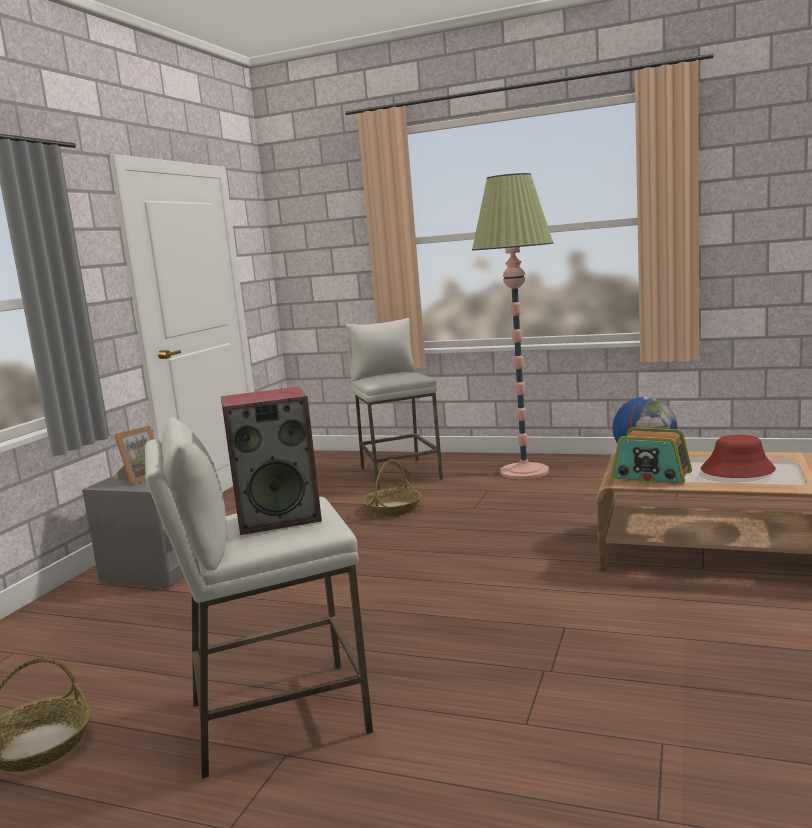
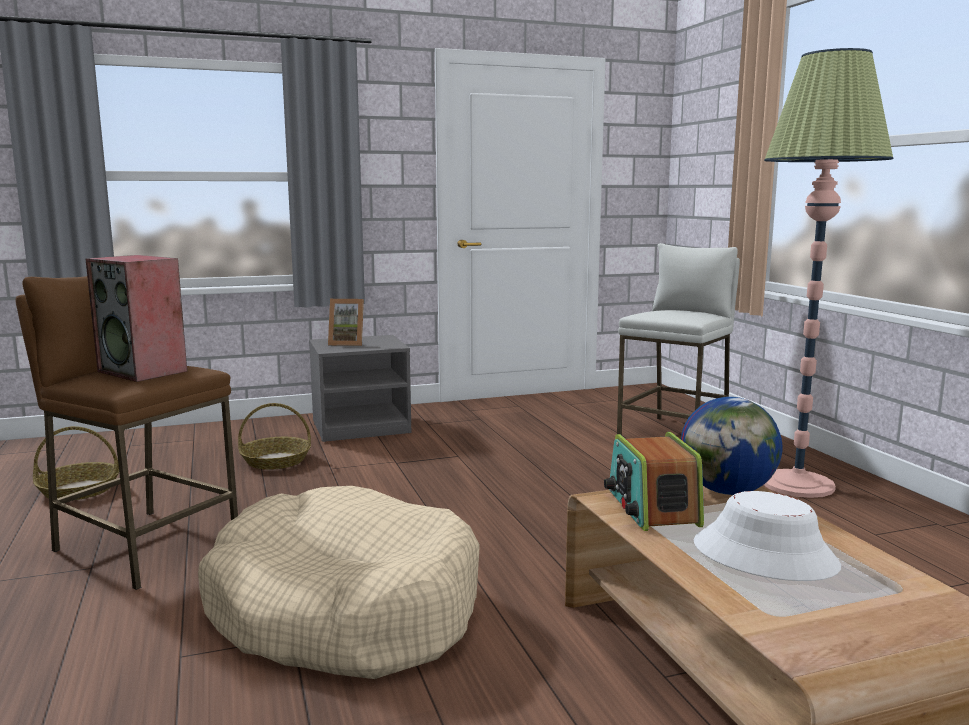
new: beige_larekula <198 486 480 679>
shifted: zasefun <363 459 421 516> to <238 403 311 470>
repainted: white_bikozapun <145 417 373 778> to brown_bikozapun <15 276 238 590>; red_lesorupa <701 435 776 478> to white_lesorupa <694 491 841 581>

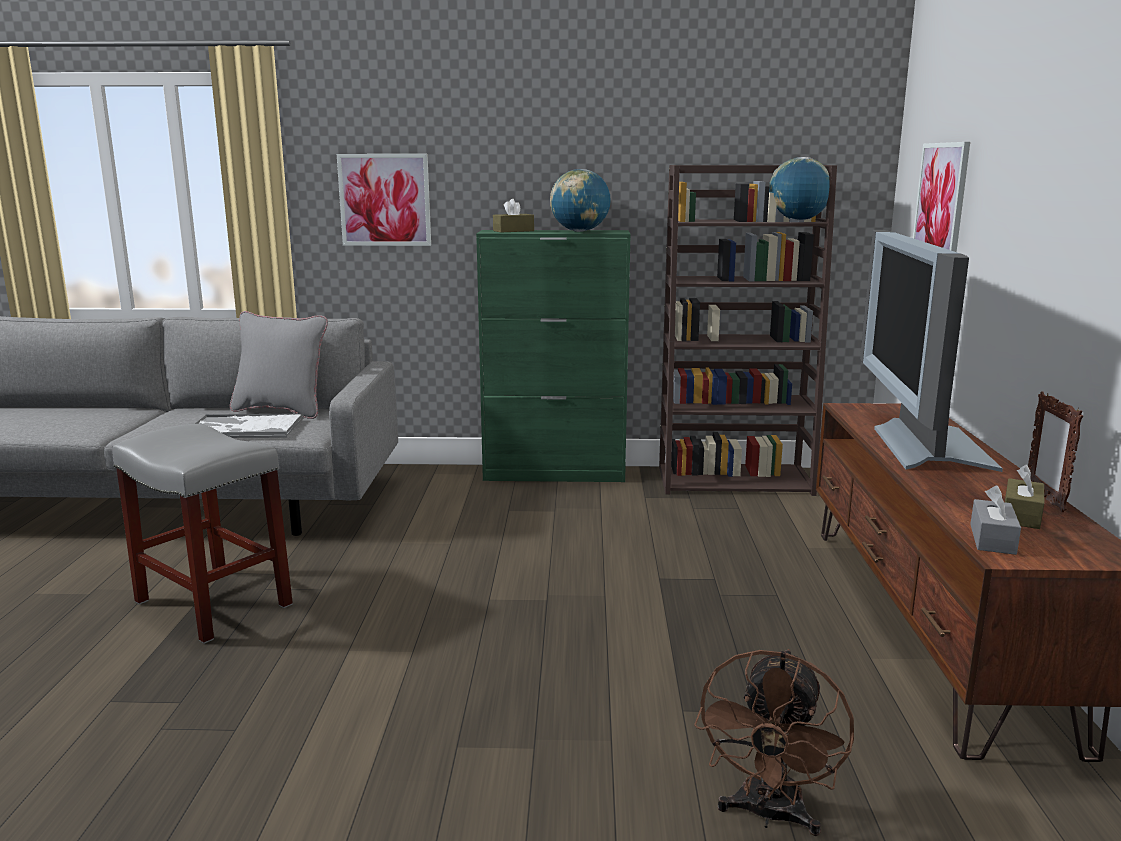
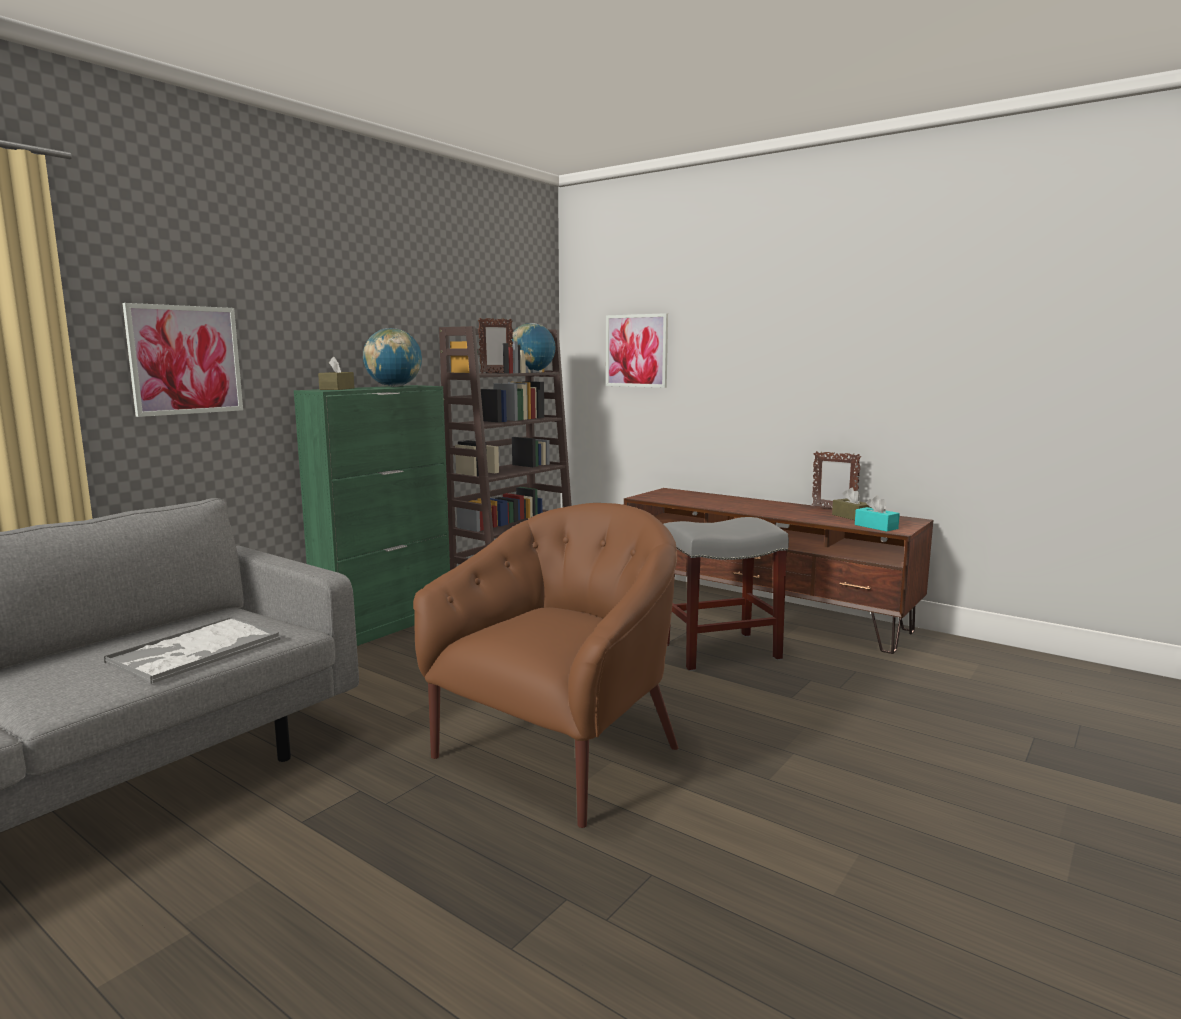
gone: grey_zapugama <230 311 328 419>; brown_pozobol <694 649 854 836>; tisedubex <860 230 1003 472>
new: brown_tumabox <413 503 679 828>; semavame <478 318 514 373>
shifted: grey_bikozapun <113 424 293 644> to <664 517 789 671>
repainted: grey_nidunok <970 485 1021 555> to turquoise_nidunok <855 496 900 532>

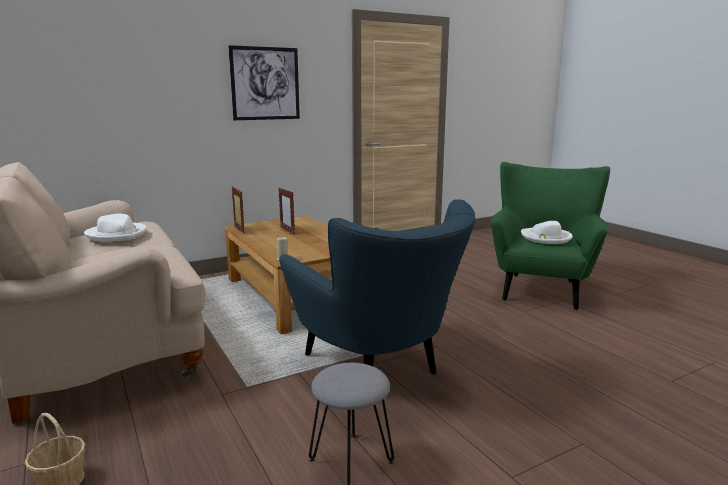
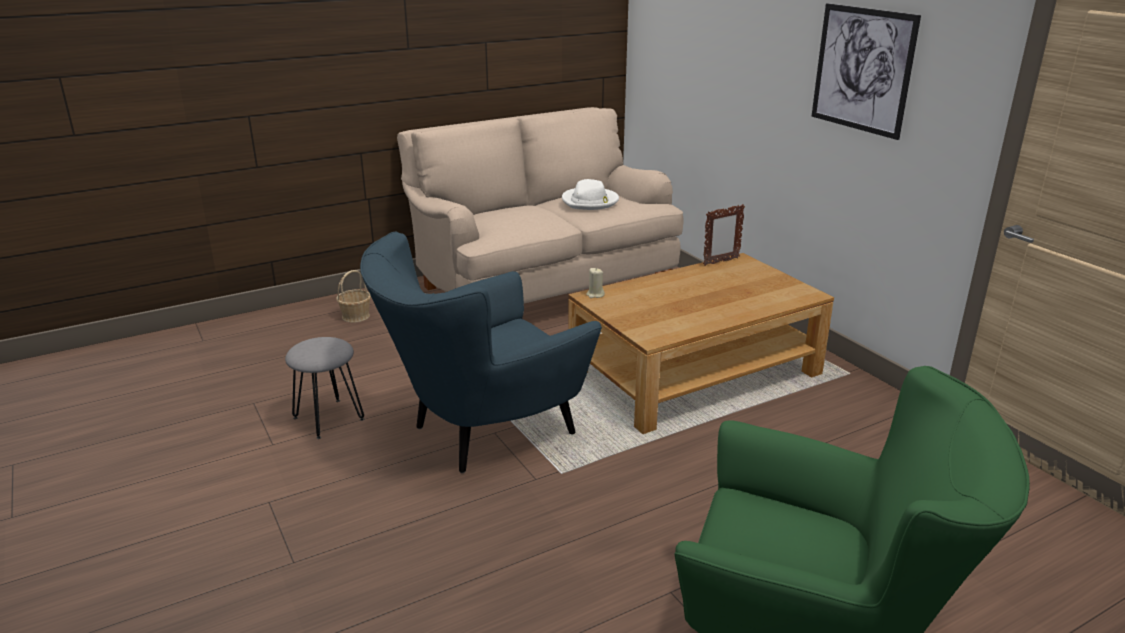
gone: semavame <278 188 295 235>; white_lesorupa <521 221 573 244>

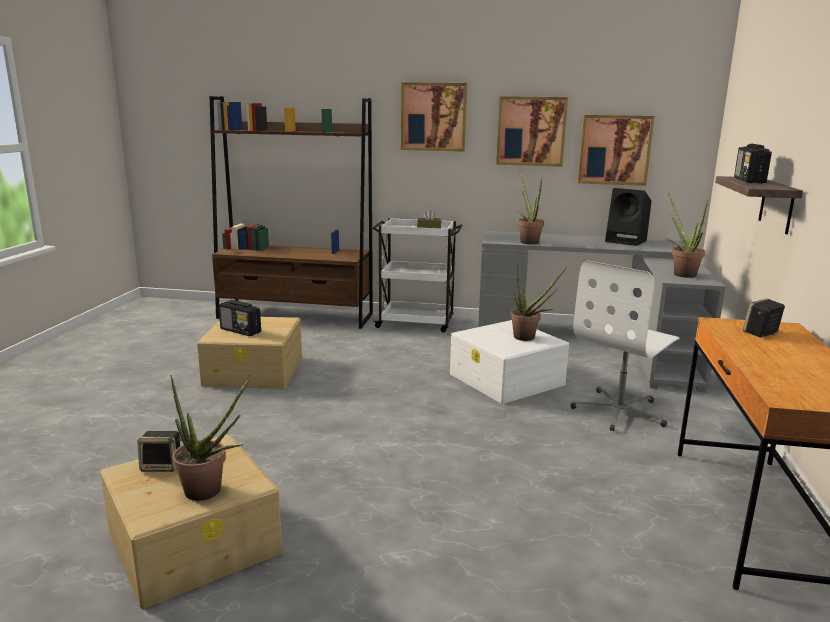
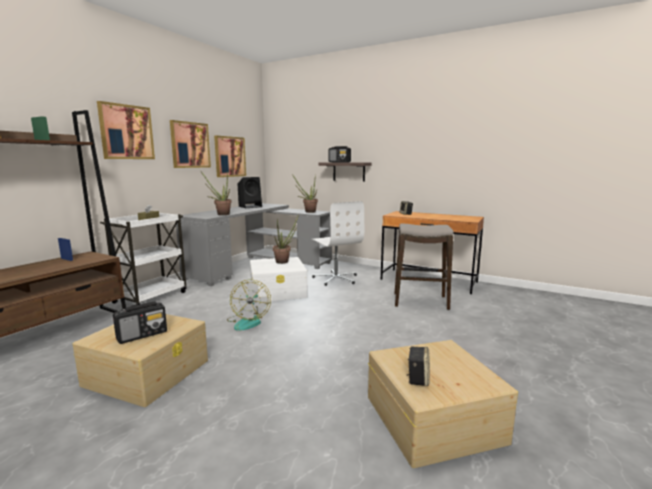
gone: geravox <170 375 249 501>
new: pozobol <227 280 271 331>; bikozapun <394 223 454 310>

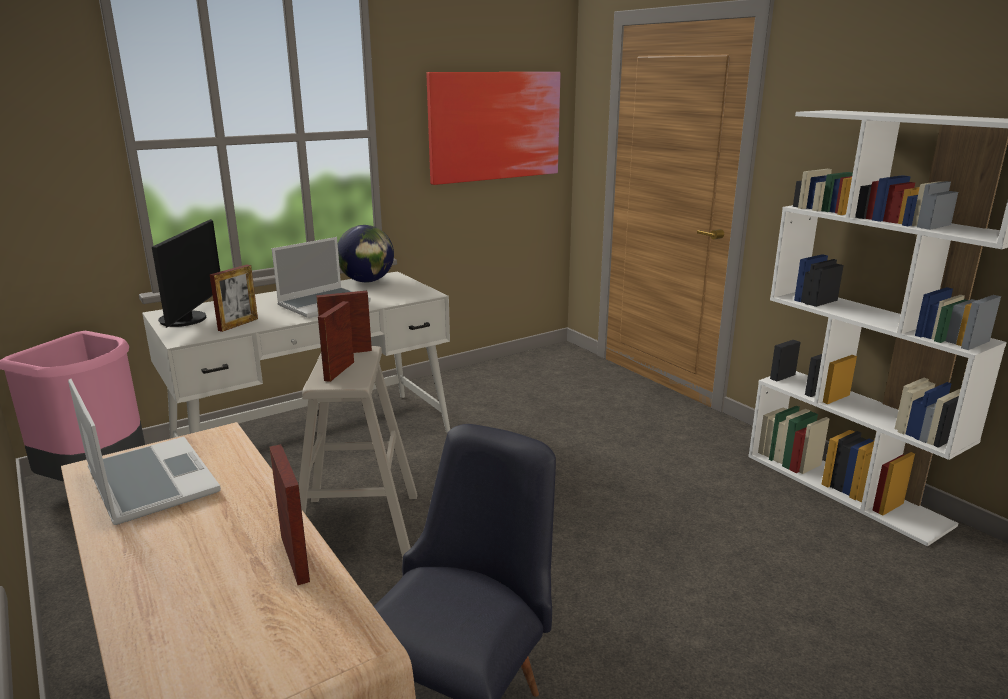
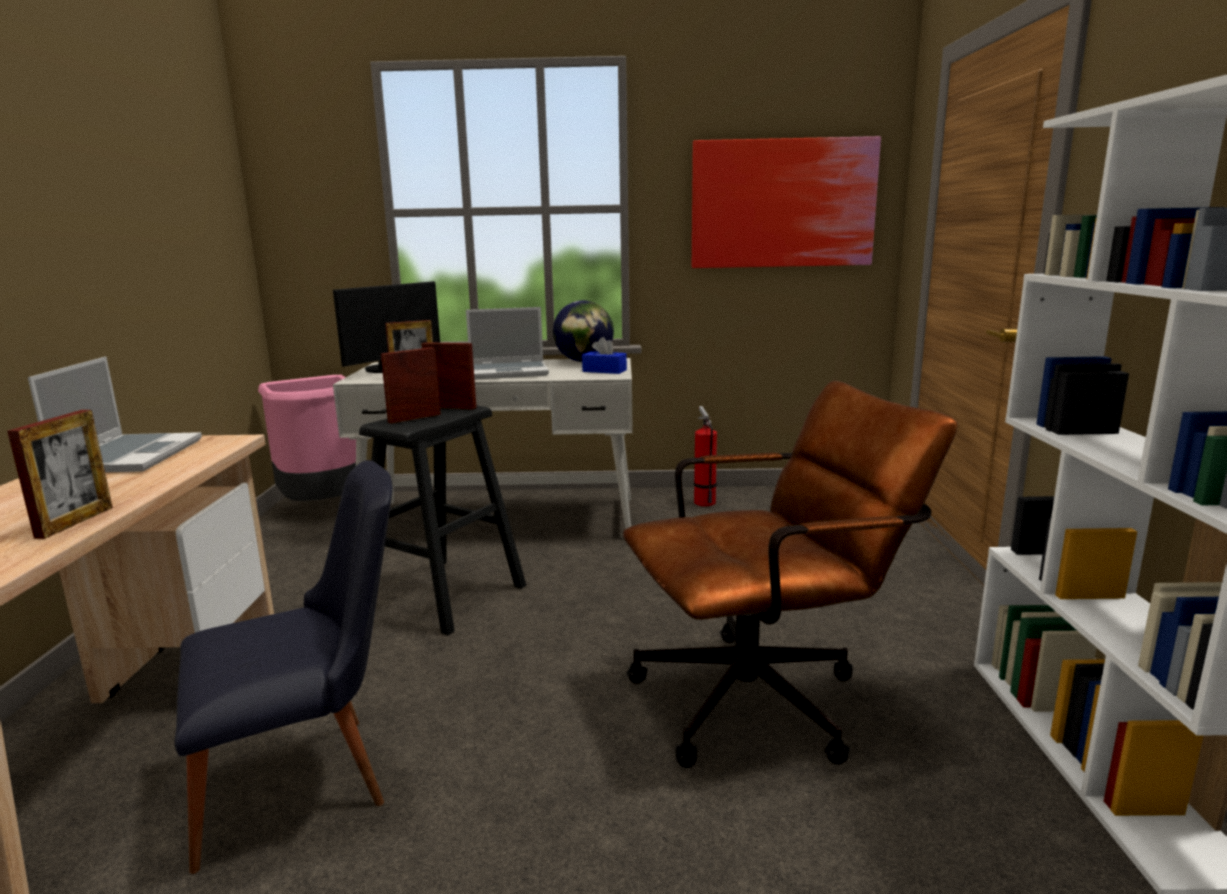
new: blue_nidunok <582 337 627 374>; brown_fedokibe <623 381 958 768>; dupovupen <694 406 717 506>
repainted: beige_bikozapun <299 346 417 557> to black_bikozapun <359 405 526 635>

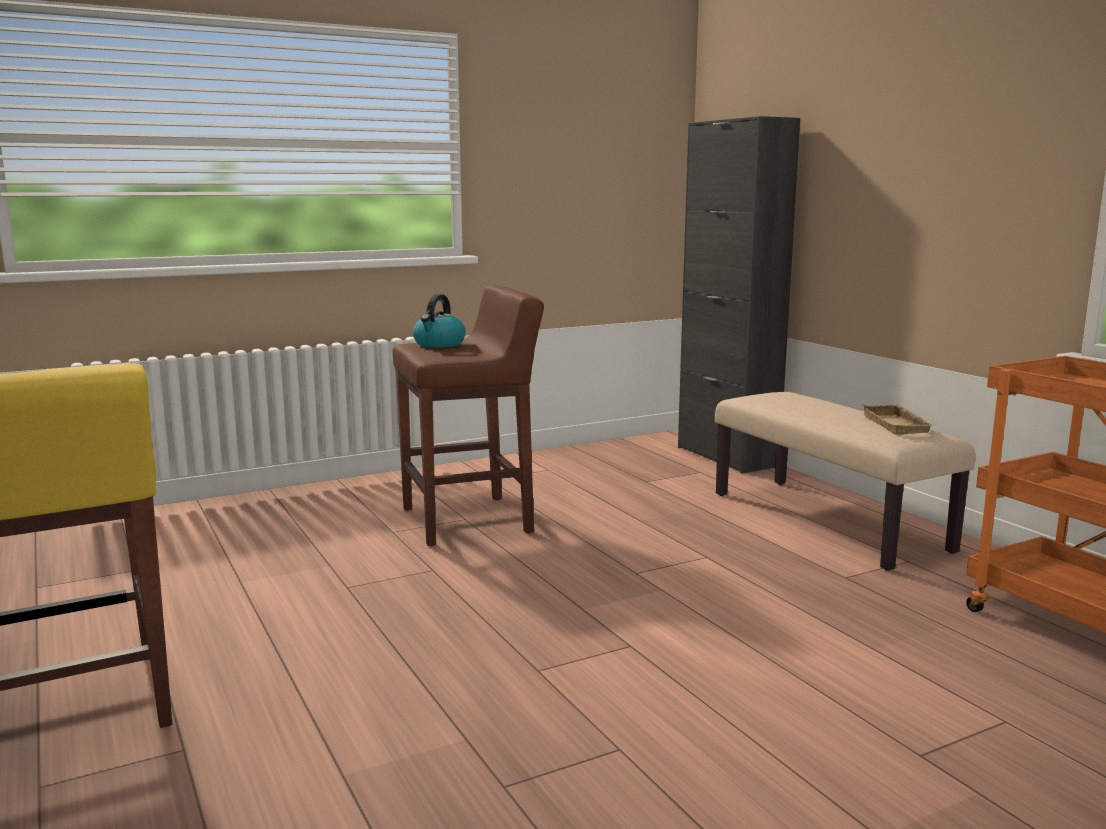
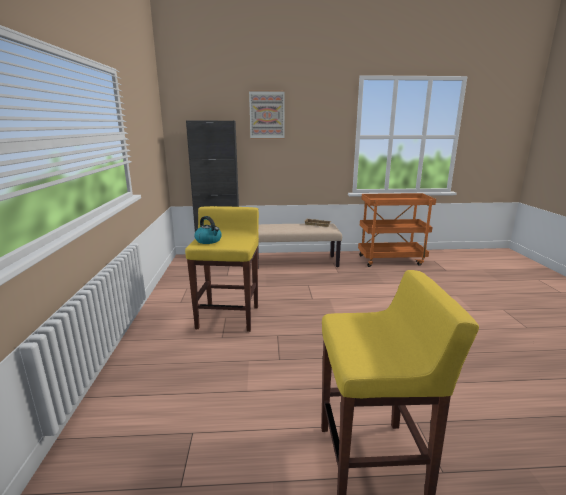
new: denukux <249 90 285 139>
repainted: brown_bikozapun <392 285 544 546> to yellow_bikozapun <185 206 259 332>

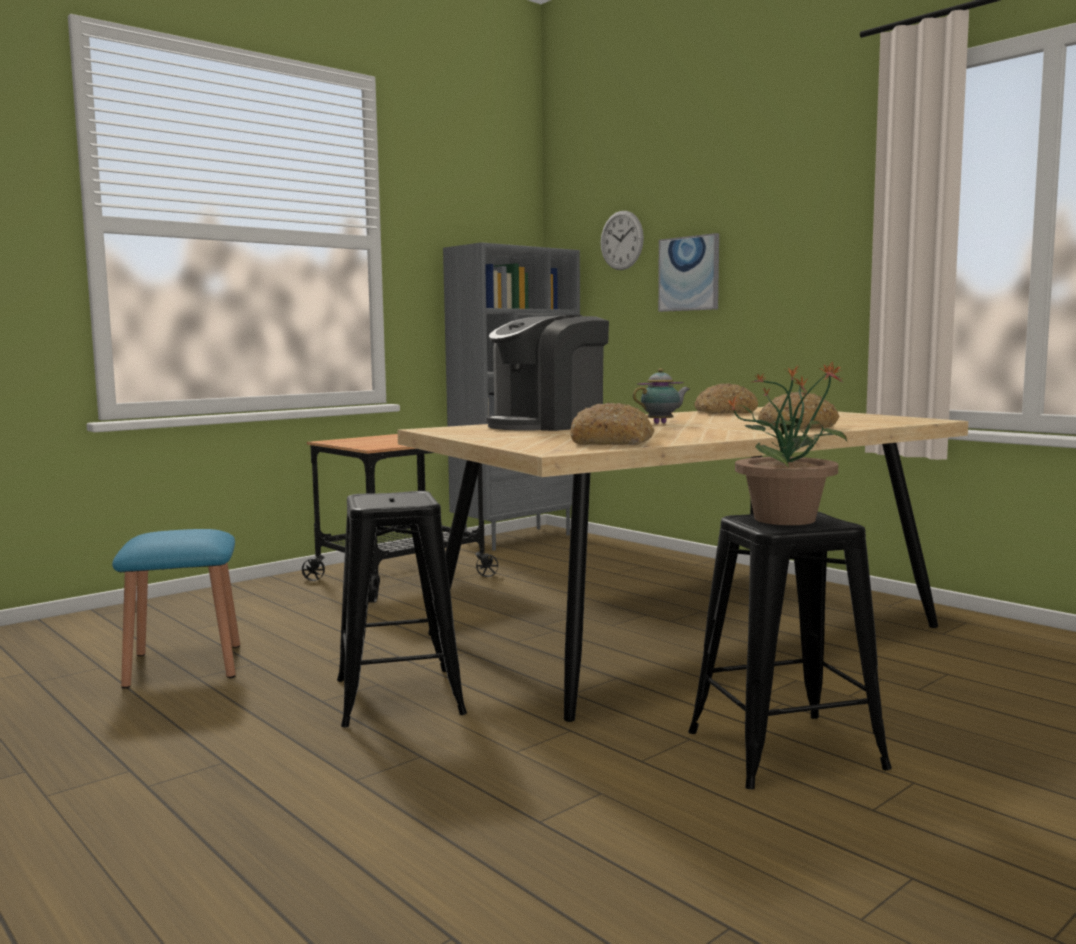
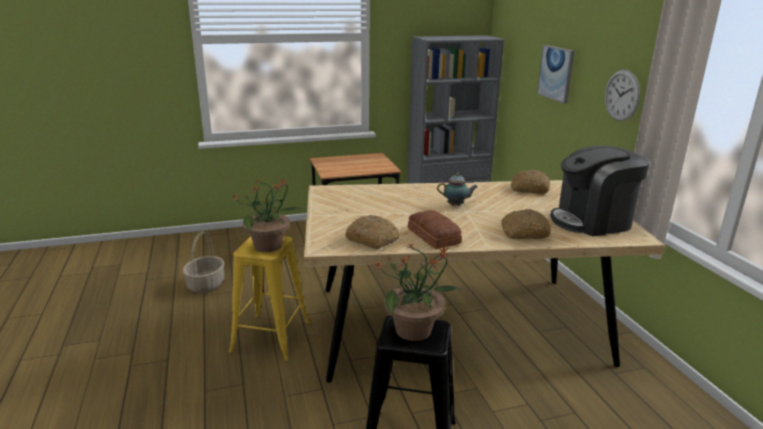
new: geravox <231 178 301 252>; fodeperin <408 210 462 249>
shifted: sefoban <486 315 609 431> to <550 146 649 236>; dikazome <601 211 644 270> to <605 70 640 121>
swapped: blue_bikozapun <112 529 240 689> to zasefun <183 231 224 293>
repainted: black_bikozapun <337 491 467 727> to yellow_bikozapun <229 236 310 361>

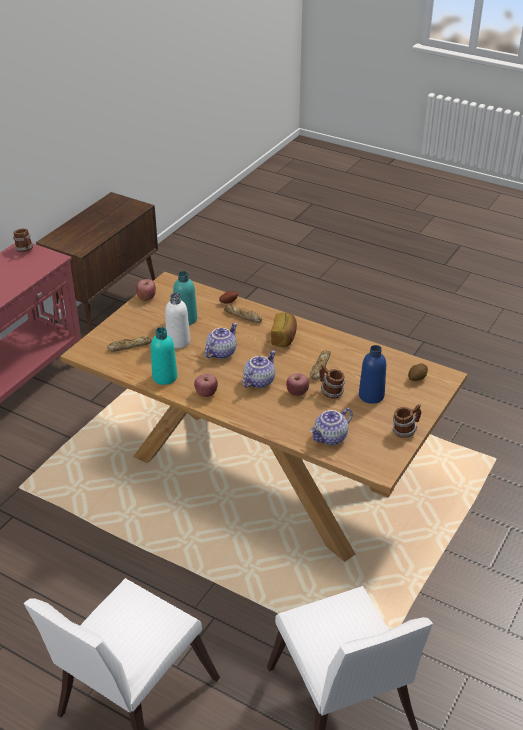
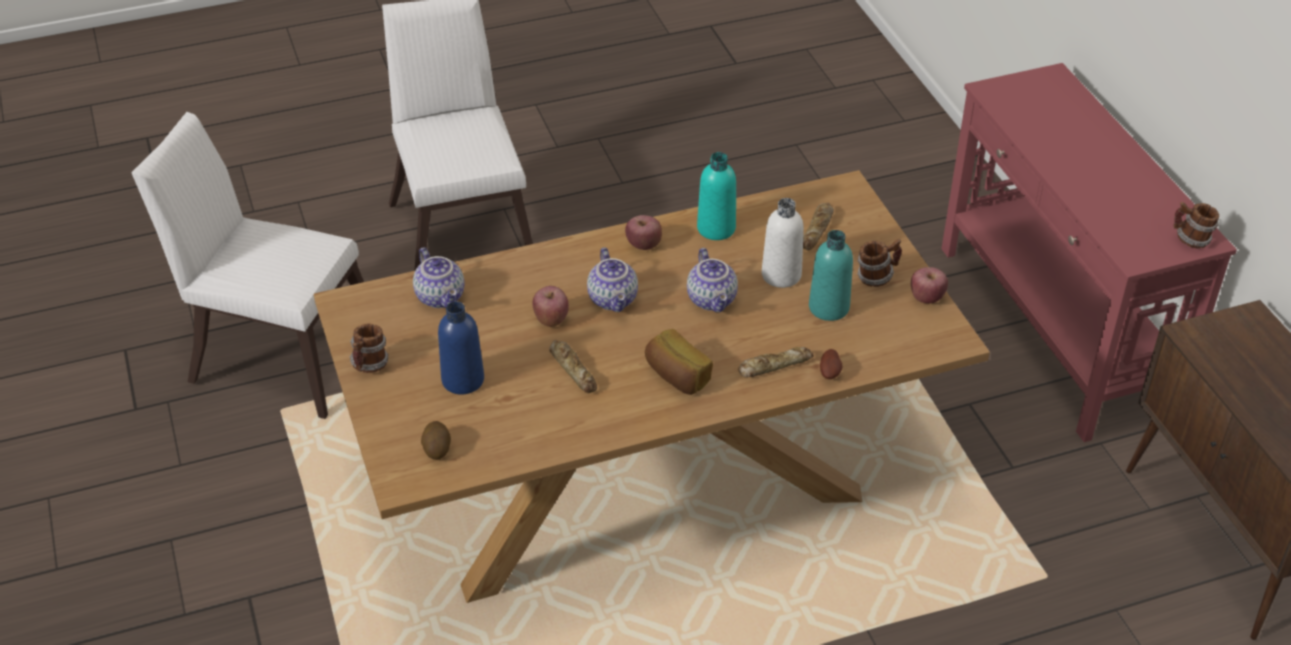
shifted: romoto <319 364 345 399> to <857 239 902 287>
rotated: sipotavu <309 408 353 445> = <413 247 464 308> 150 degrees clockwise

